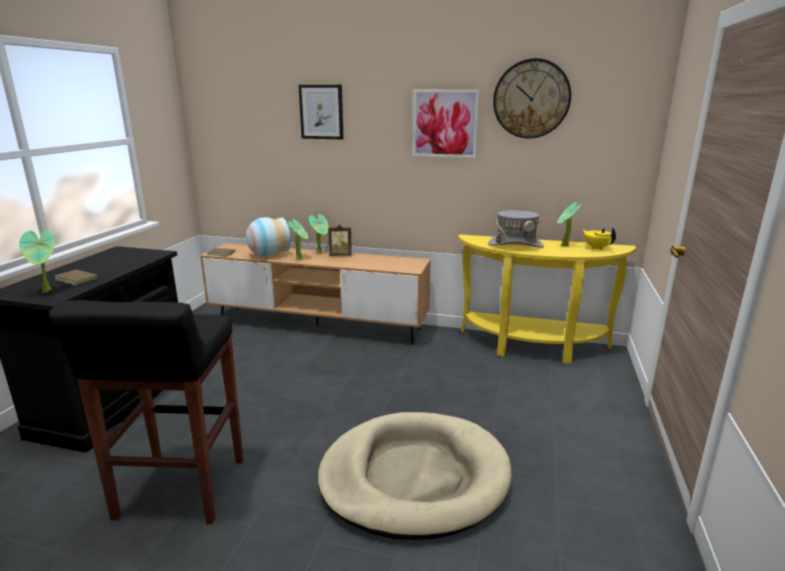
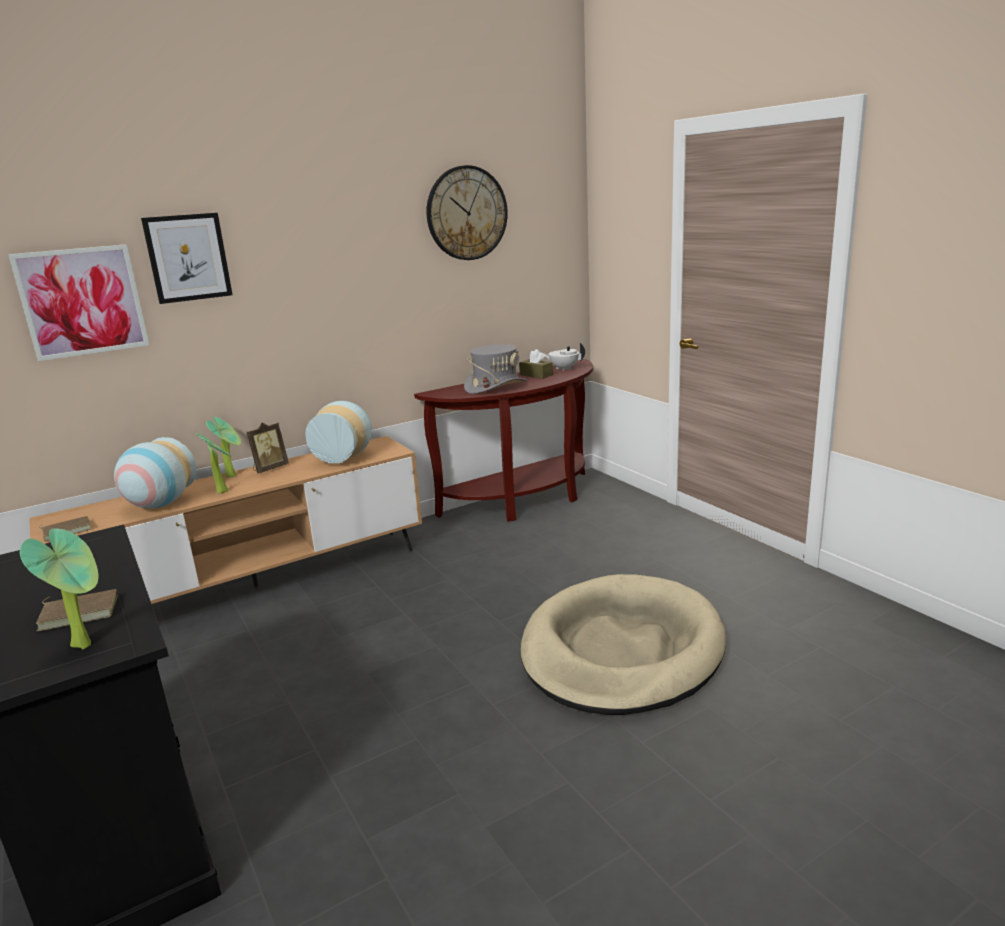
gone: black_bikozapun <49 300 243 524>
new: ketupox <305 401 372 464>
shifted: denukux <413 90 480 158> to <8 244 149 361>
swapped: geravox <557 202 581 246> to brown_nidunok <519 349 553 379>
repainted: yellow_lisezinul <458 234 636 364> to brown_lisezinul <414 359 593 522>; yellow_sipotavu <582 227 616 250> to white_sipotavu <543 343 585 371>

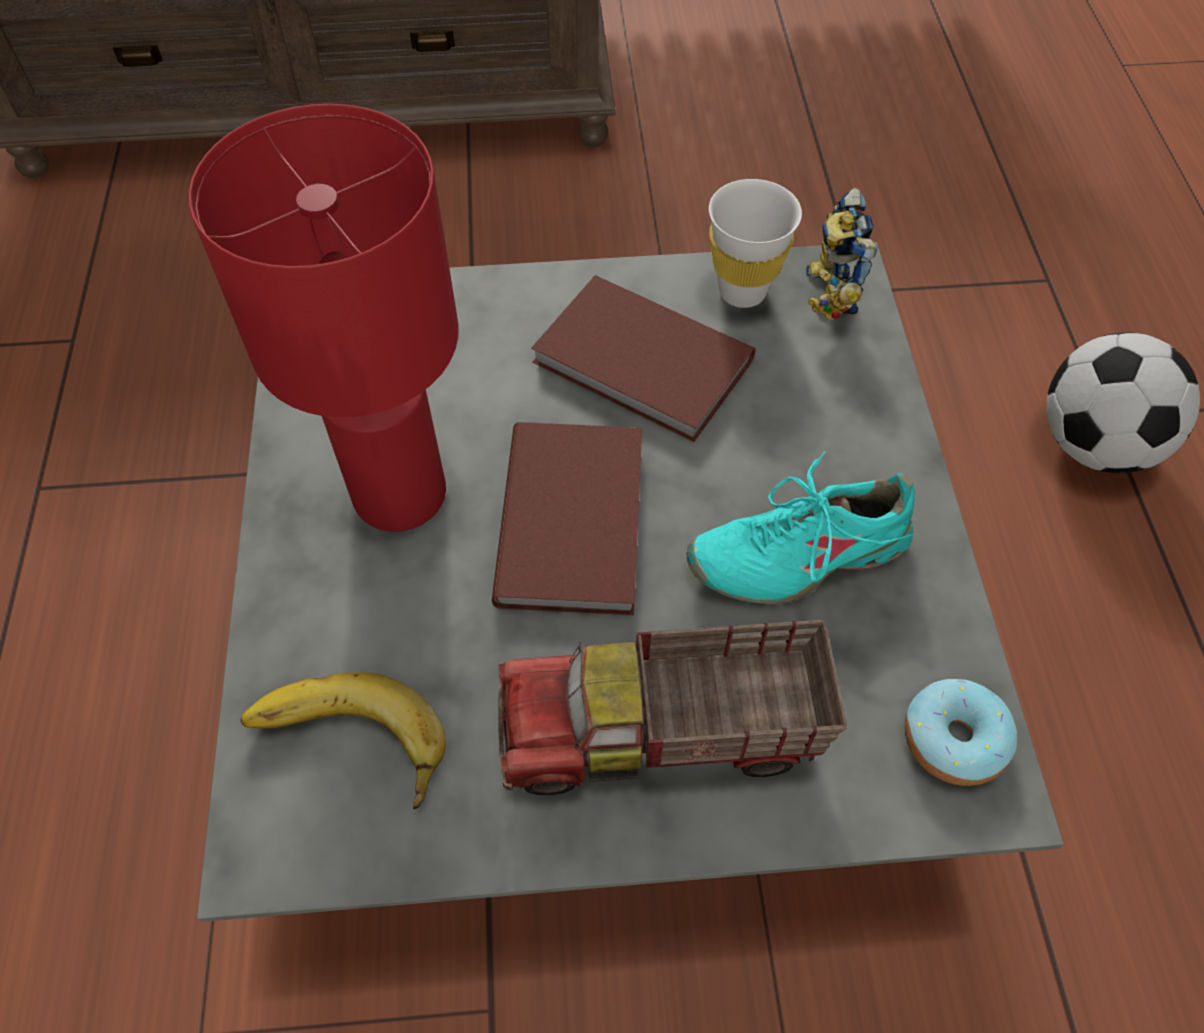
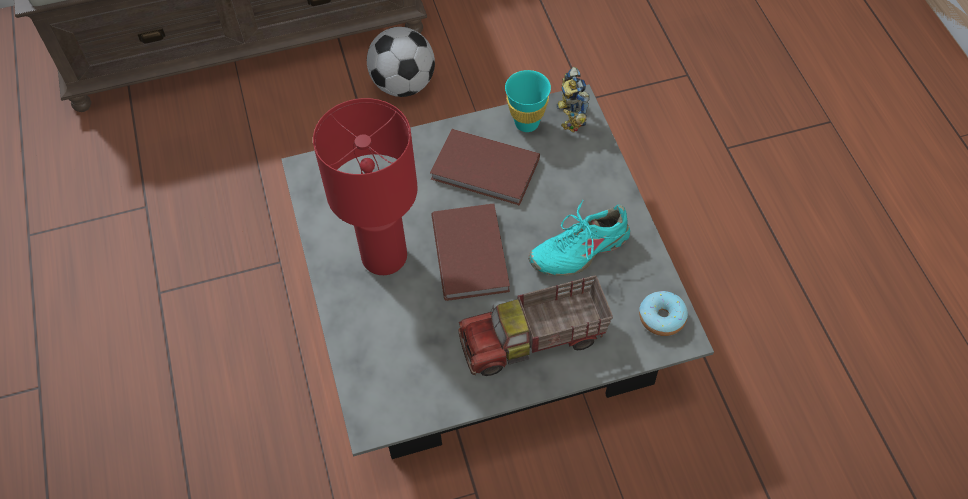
gone: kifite <241 673 446 809>
shifted: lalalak <1046 332 1200 473> to <367 27 435 97>
repainted: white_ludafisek <709 179 802 308> to turquoise_ludafisek <505 70 551 132>

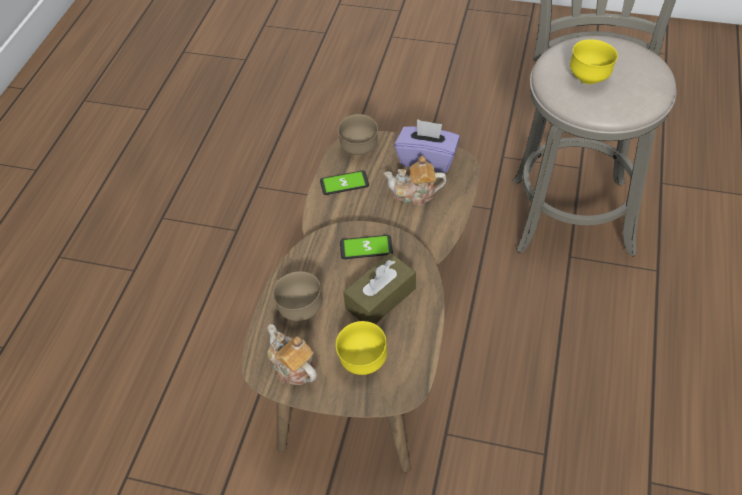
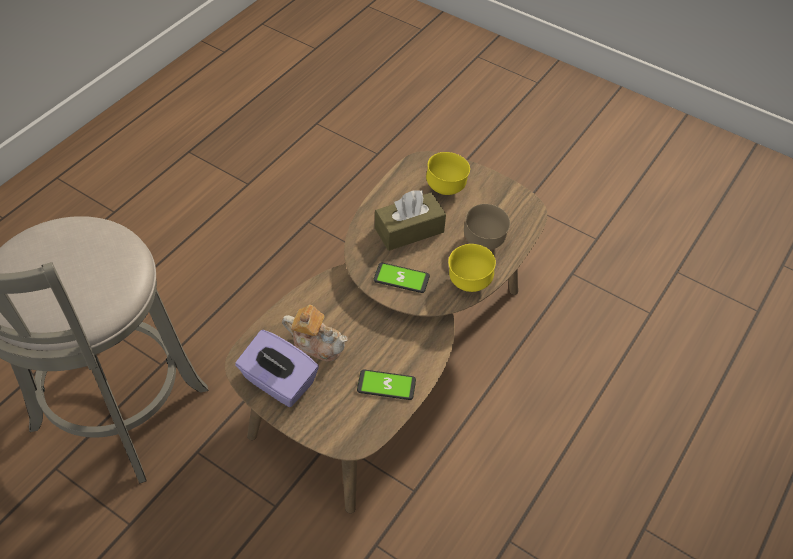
gone: sipotavu <267 324 317 385>; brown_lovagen <338 114 378 155>
shifted: yellow_lovagen <570 39 618 84> to <448 244 496 292>

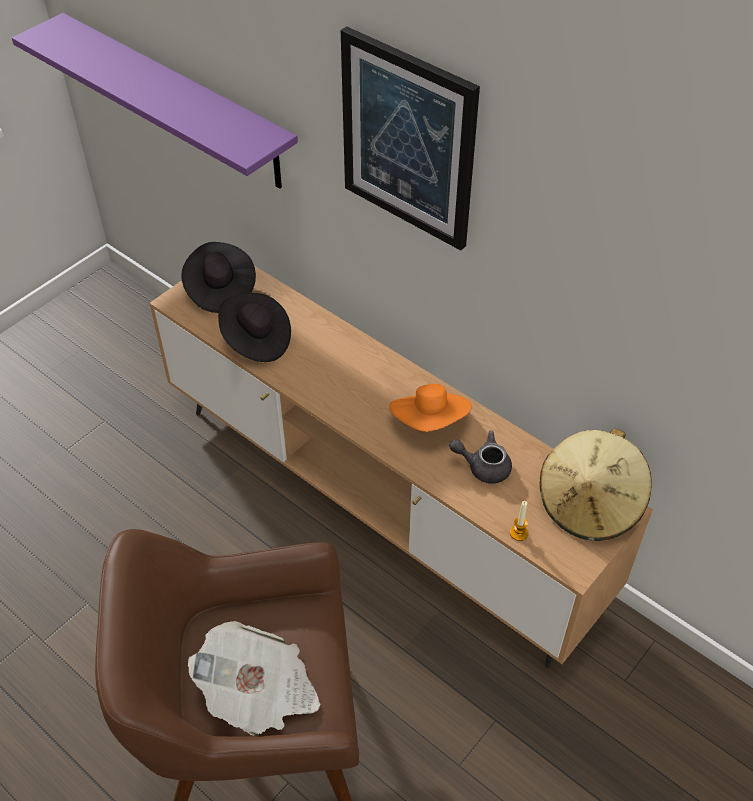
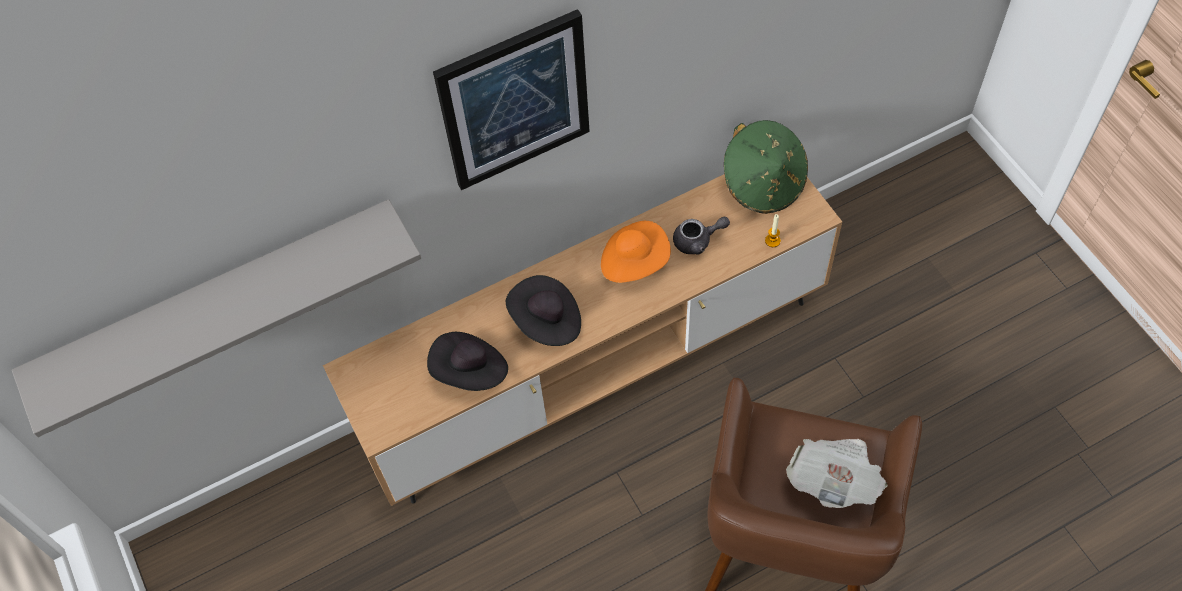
shifted: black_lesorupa <181 242 256 313> to <506 275 581 346>
repainted: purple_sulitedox <12 13 298 189> to grey_sulitedox <12 199 421 437>; beige_lesorupa <540 428 652 541> to green_lesorupa <724 120 808 214>
rotated: grey_sipotavu <449 431 512 484> = <673 216 730 255> 135 degrees counterclockwise

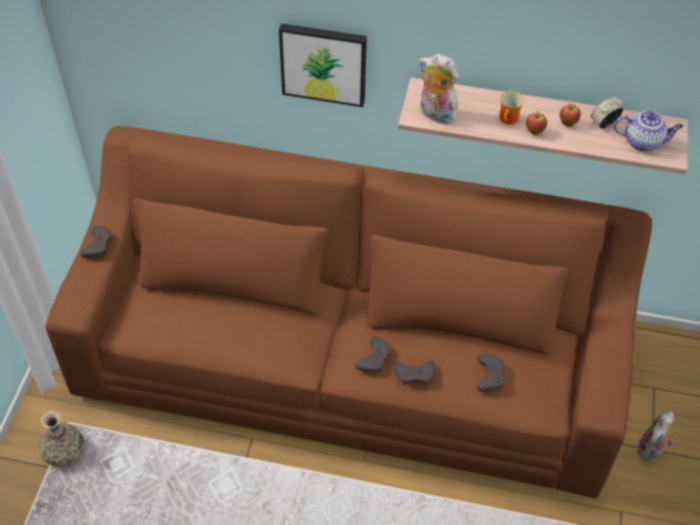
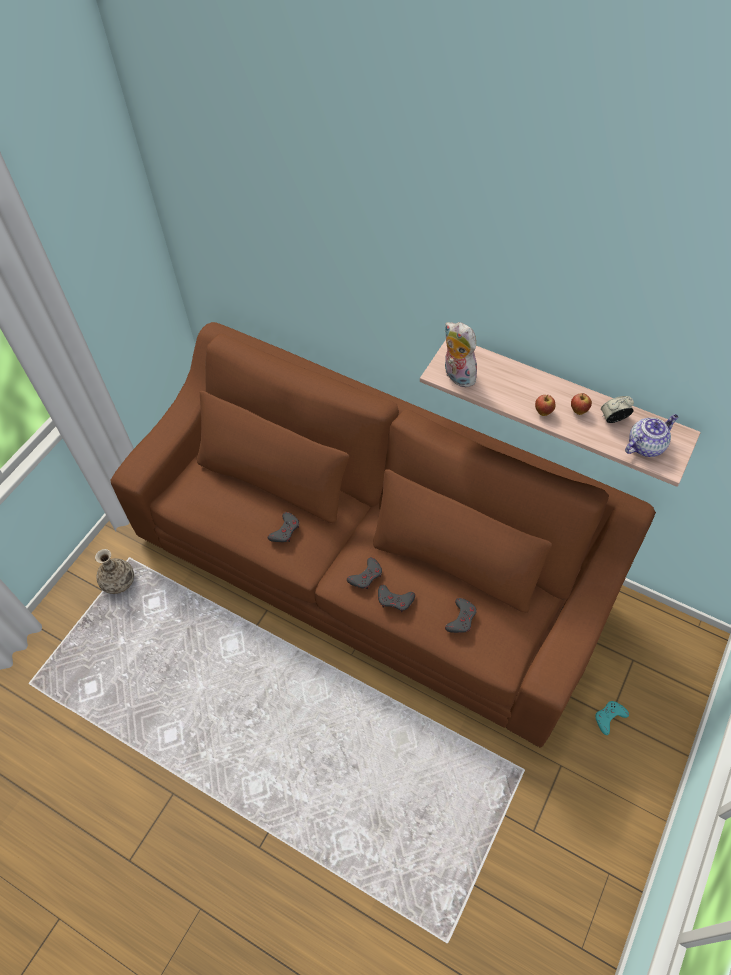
gone: denukux <279 23 367 107>; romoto <499 91 524 124>
shifted: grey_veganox <81 226 112 258> to <268 512 299 542>
swapped: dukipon <636 412 674 461> to turquoise_veganox <595 701 629 735>
rotated: sipotavu <614 110 683 151> = <625 414 679 457> 60 degrees counterclockwise

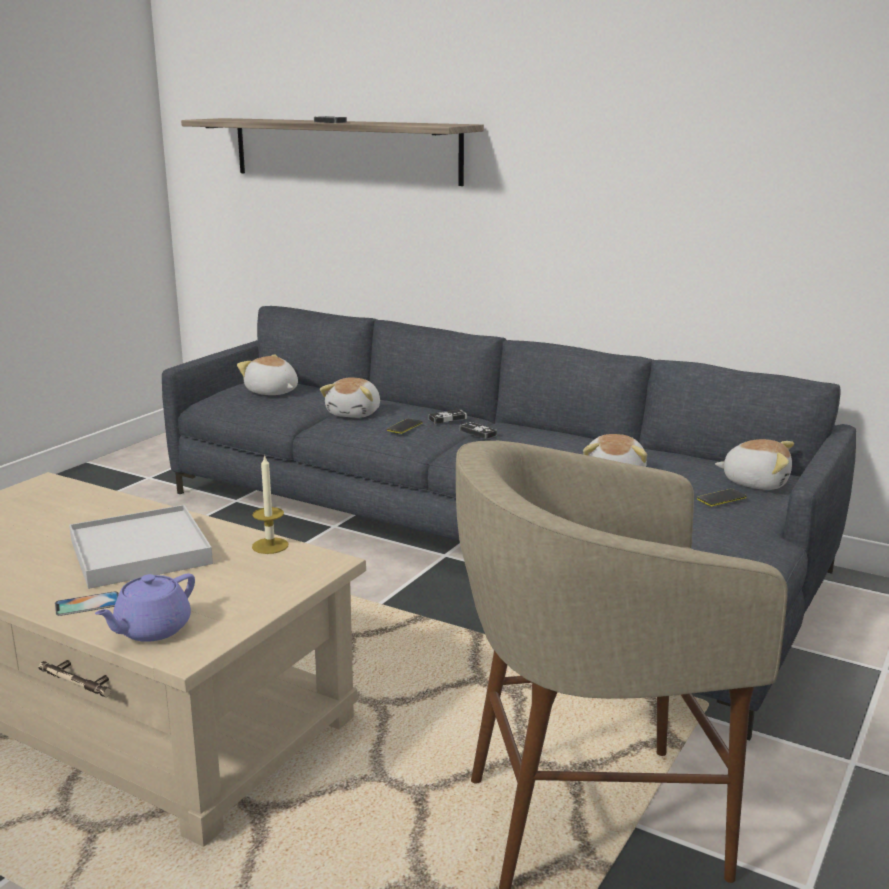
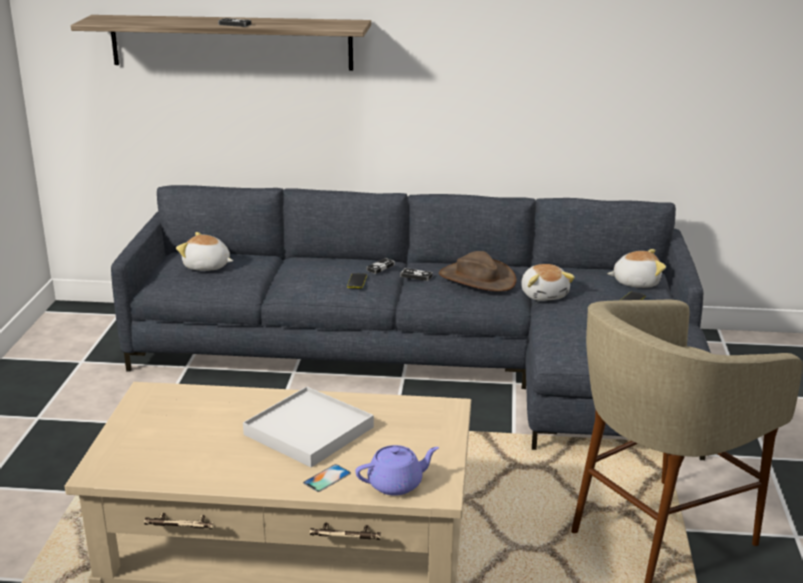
gone: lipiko <252 454 288 554>; dukipon <320 377 380 418>
new: brown_lesorupa <439 251 517 291>
rotated: purple_sipotavu <95 573 195 642> = <355 445 439 496> 120 degrees counterclockwise

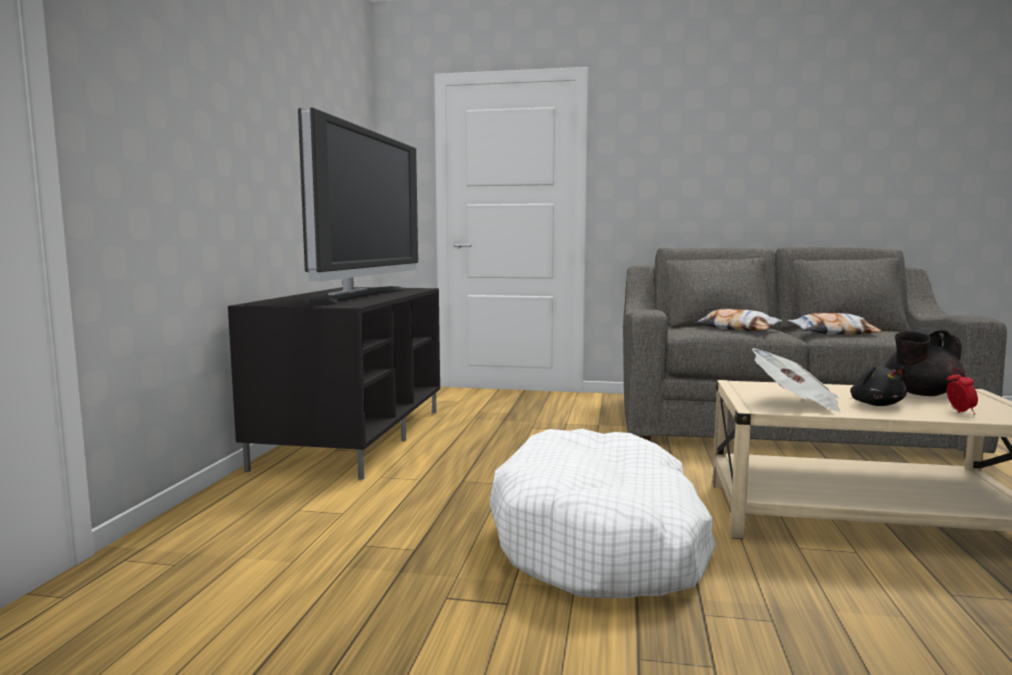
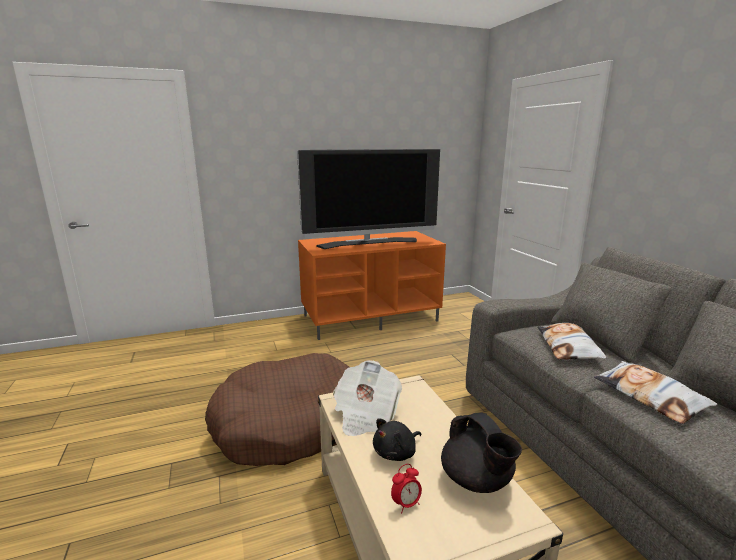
repainted: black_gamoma <228 287 440 480> to orange_gamoma <298 231 446 340>; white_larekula <489 429 716 598> to brown_larekula <205 353 350 466>
rotated: black_sipotavu <885 327 965 396> = <441 413 522 493> 150 degrees counterclockwise

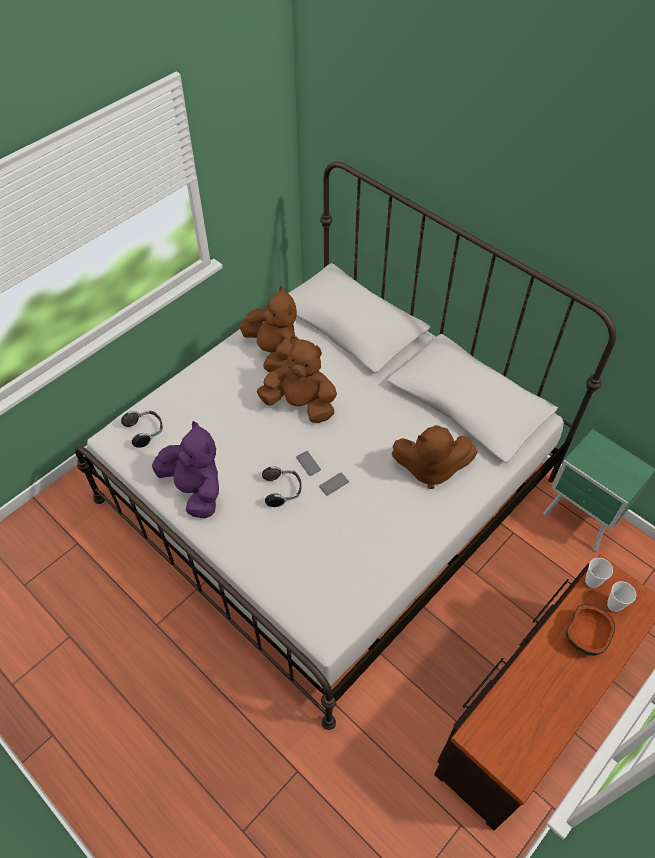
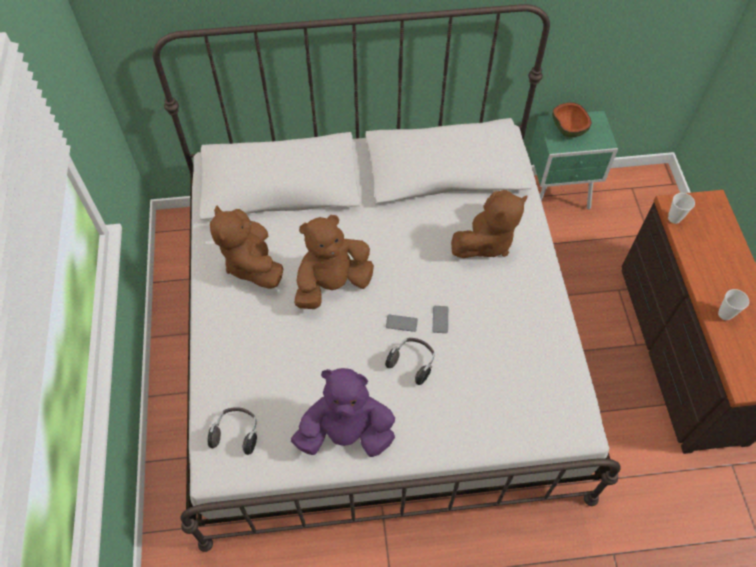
shifted: lovagen <566 604 615 656> to <552 102 592 137>; ludafisek <607 581 636 612> to <718 289 749 320>
rotated: brown_dukipon <240 286 297 372> = <210 206 284 289> 120 degrees counterclockwise

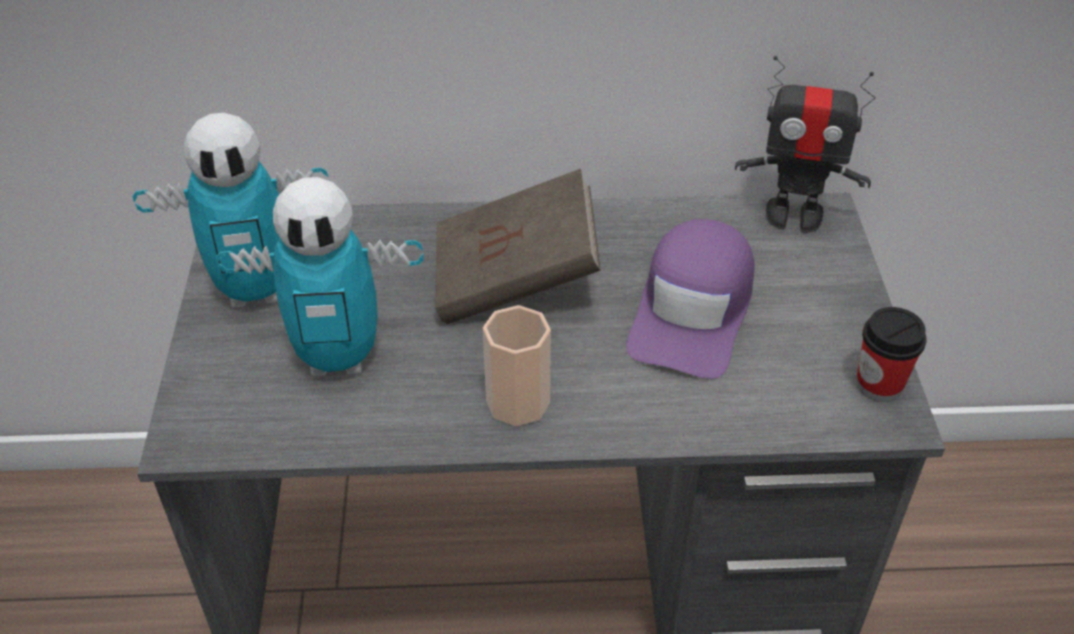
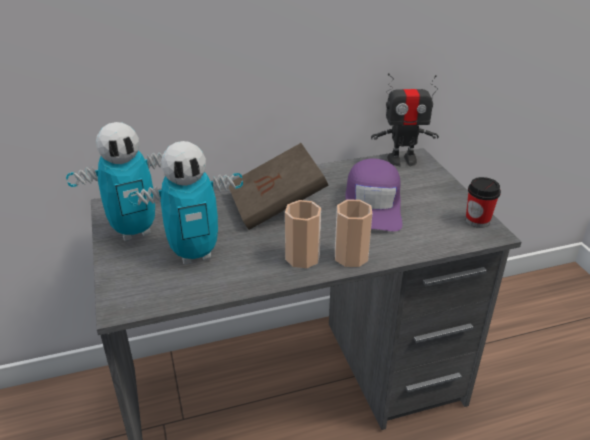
new: ludafisek <335 200 372 267>

